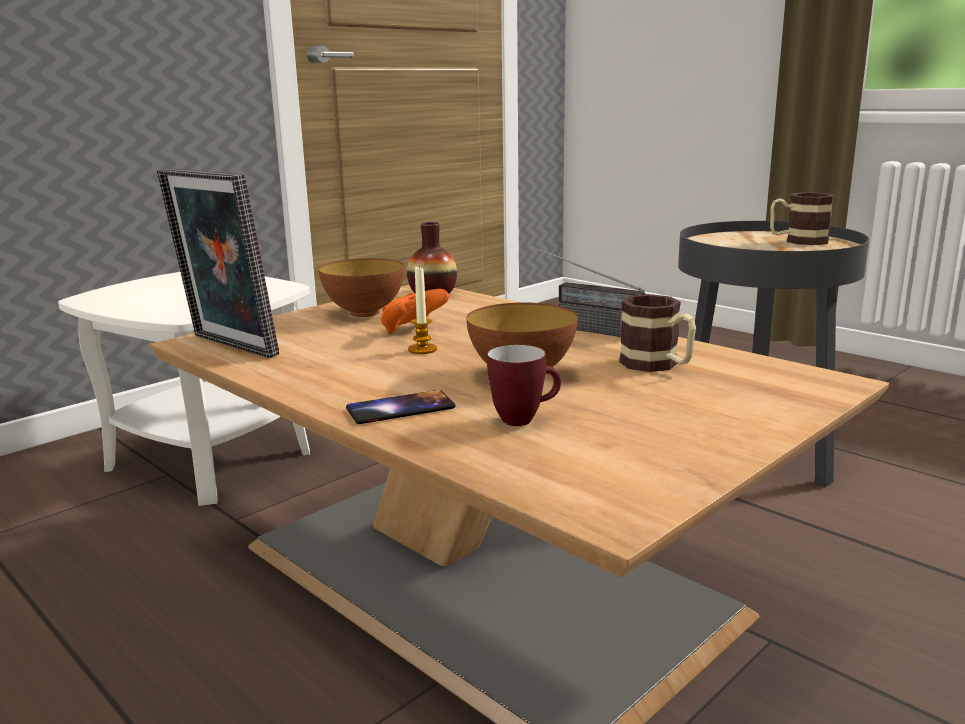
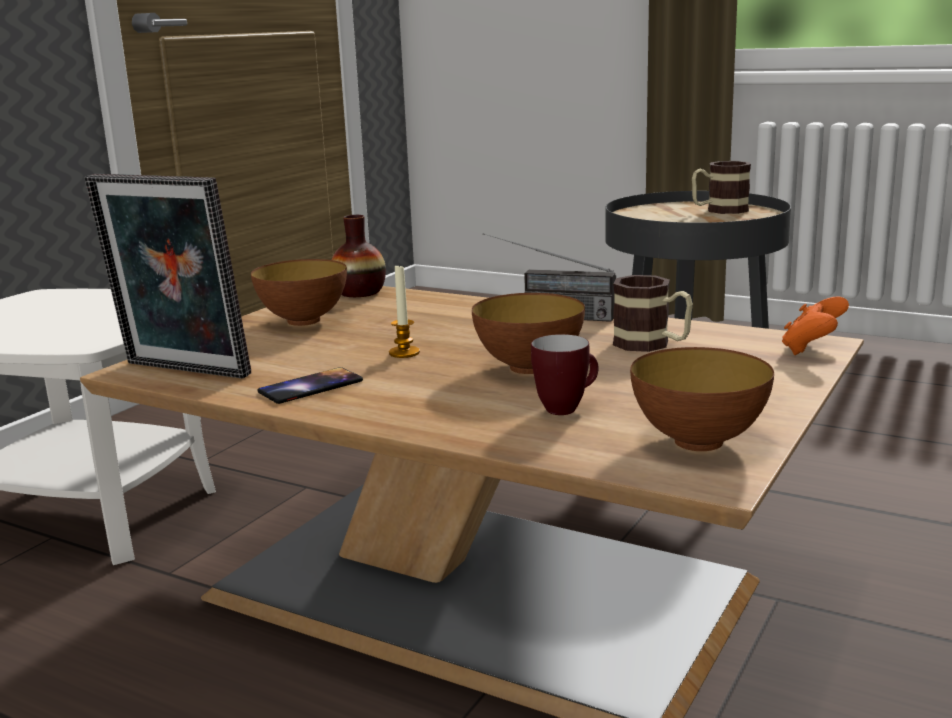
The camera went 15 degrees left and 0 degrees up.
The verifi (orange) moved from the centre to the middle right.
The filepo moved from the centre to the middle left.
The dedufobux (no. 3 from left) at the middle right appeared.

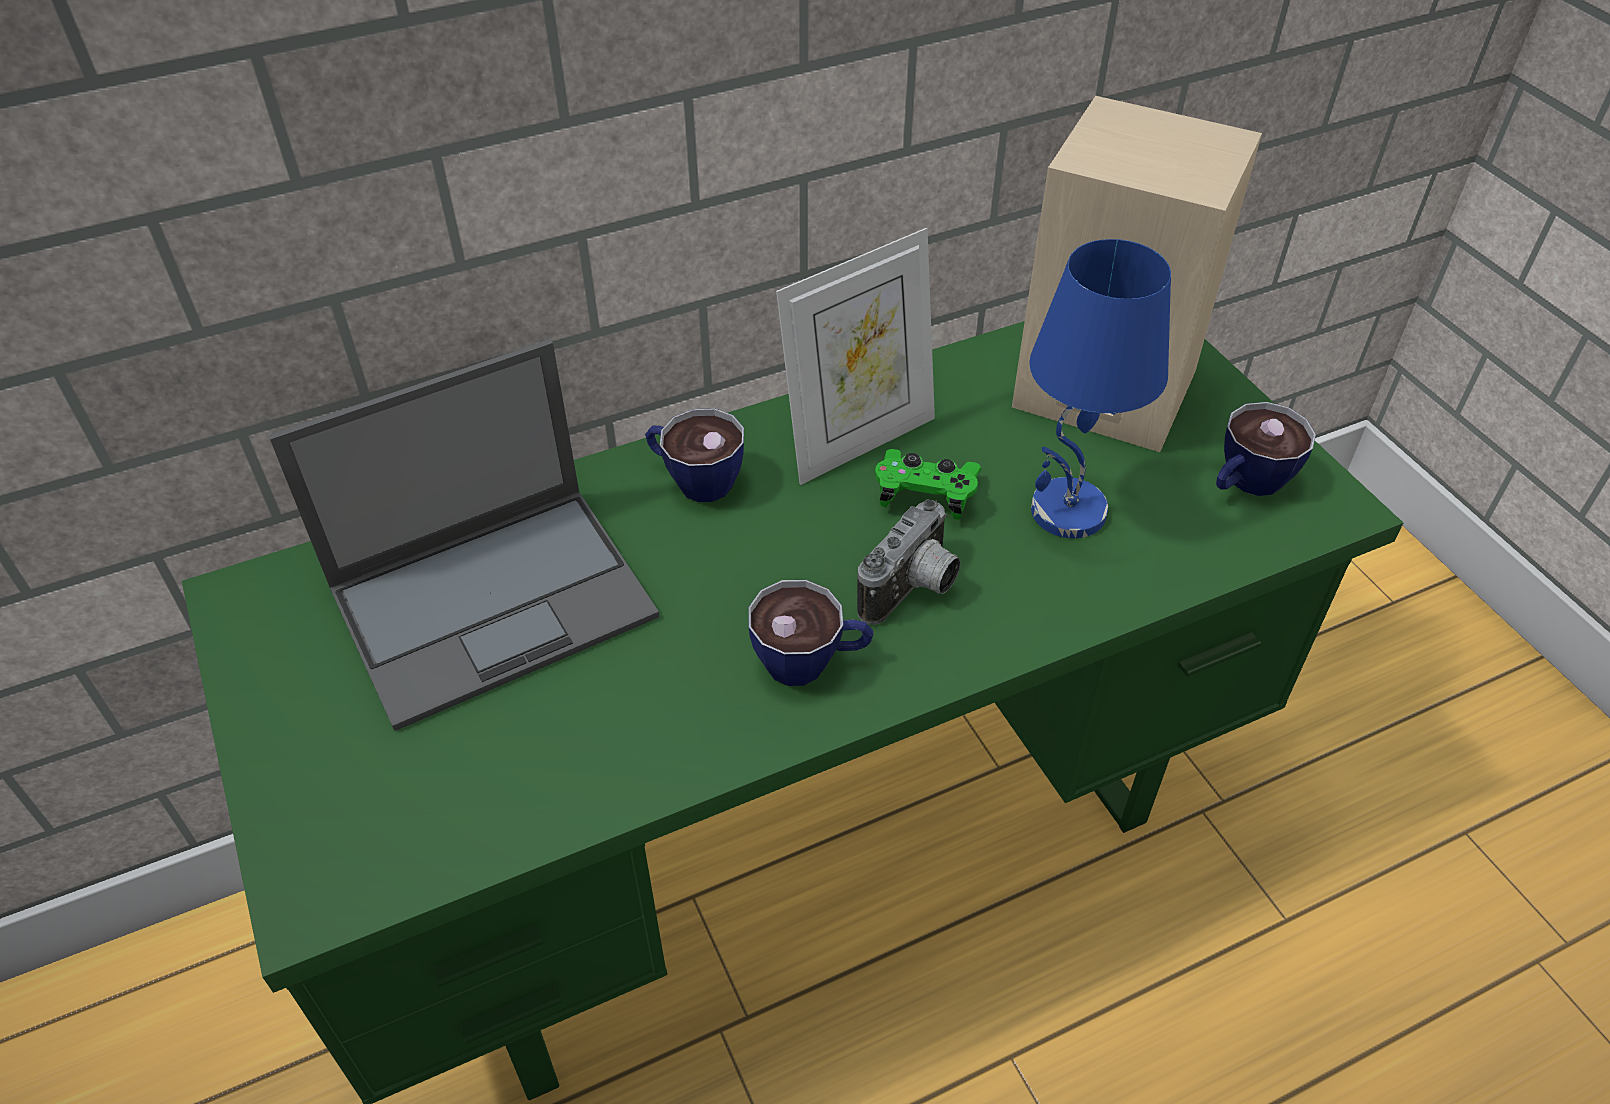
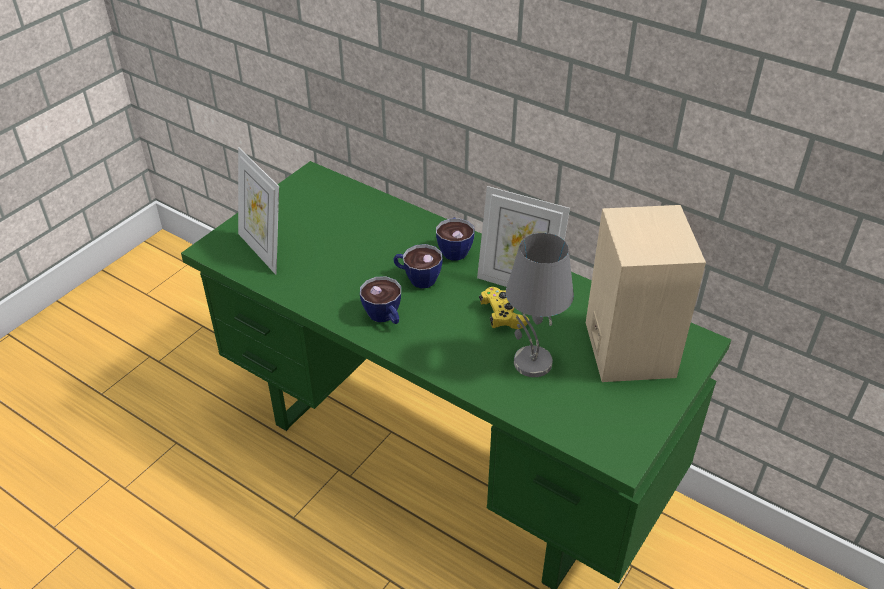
The camera went 60 degrees right and 5 degrees down.
The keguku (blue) at the middle right became the keguku (grey) at the centre.
The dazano at the middle left disappeared.
The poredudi (no. 3 from left in the first image) moved from the middle right to the centre.
The verifi (green) at the centre became the verifi (yellow) at the centre.
The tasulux at the centre disappeared.
The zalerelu (no. 1 from left) at the middle left appeared.

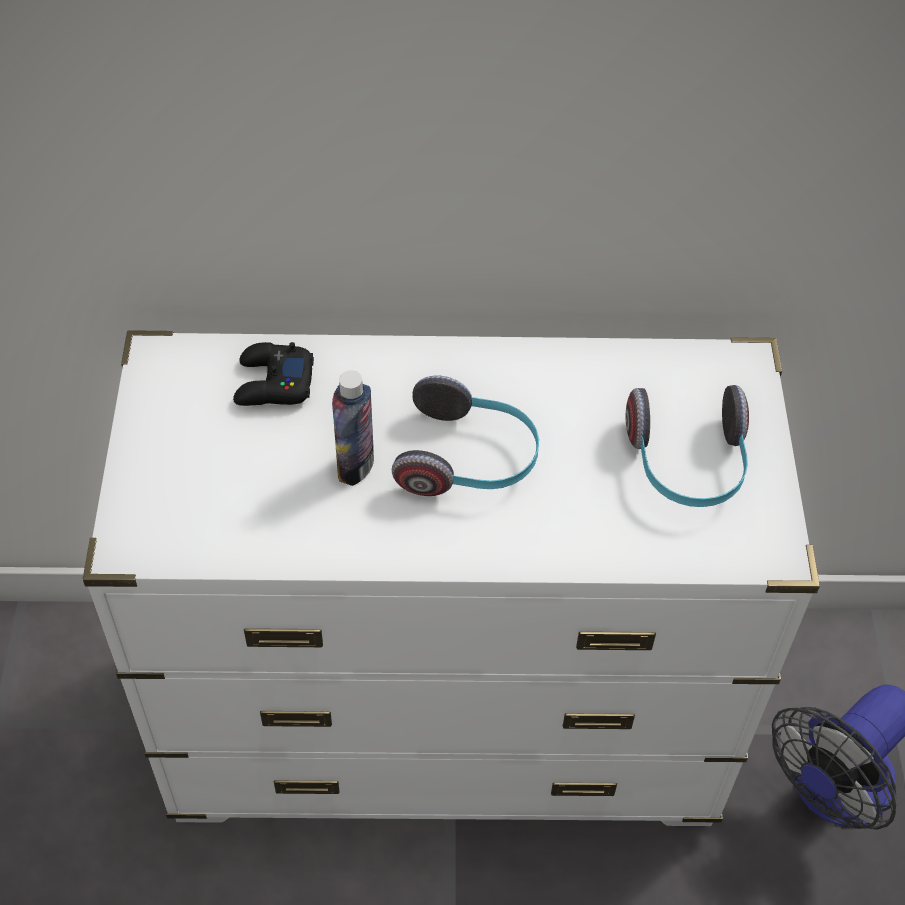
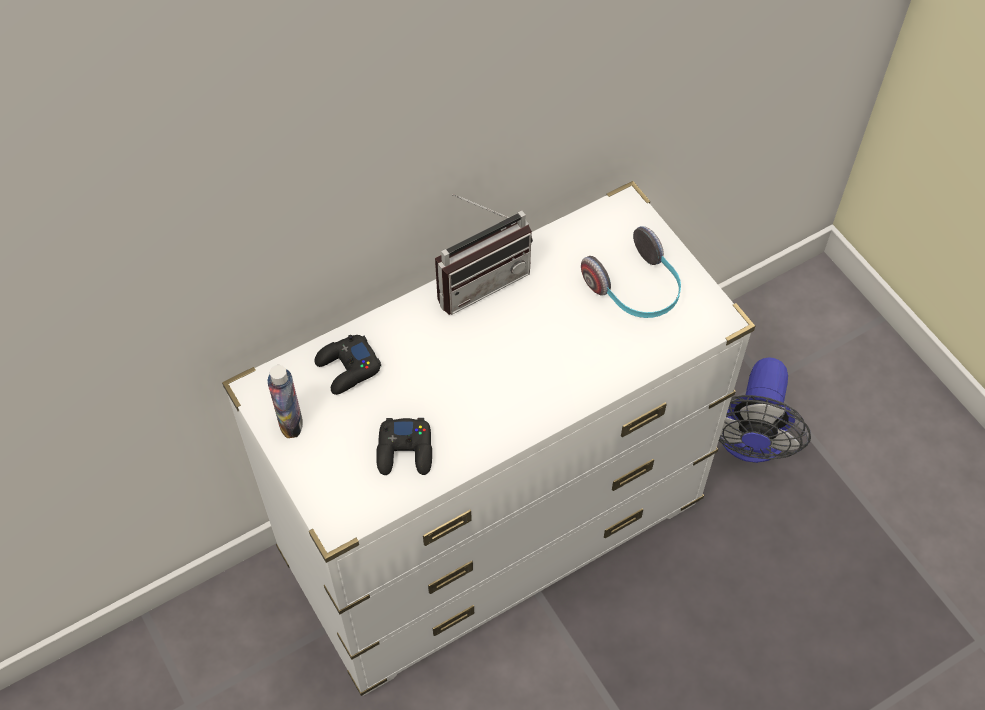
The camera went 30 degrees left and 5 degrees up.
The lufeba moved from the centre to the middle left.
The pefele (no. 1 from left) at the centre disappeared.
The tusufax at the centre appeared.
The verifi (black) (no. 2 from left) at the centre appeared.

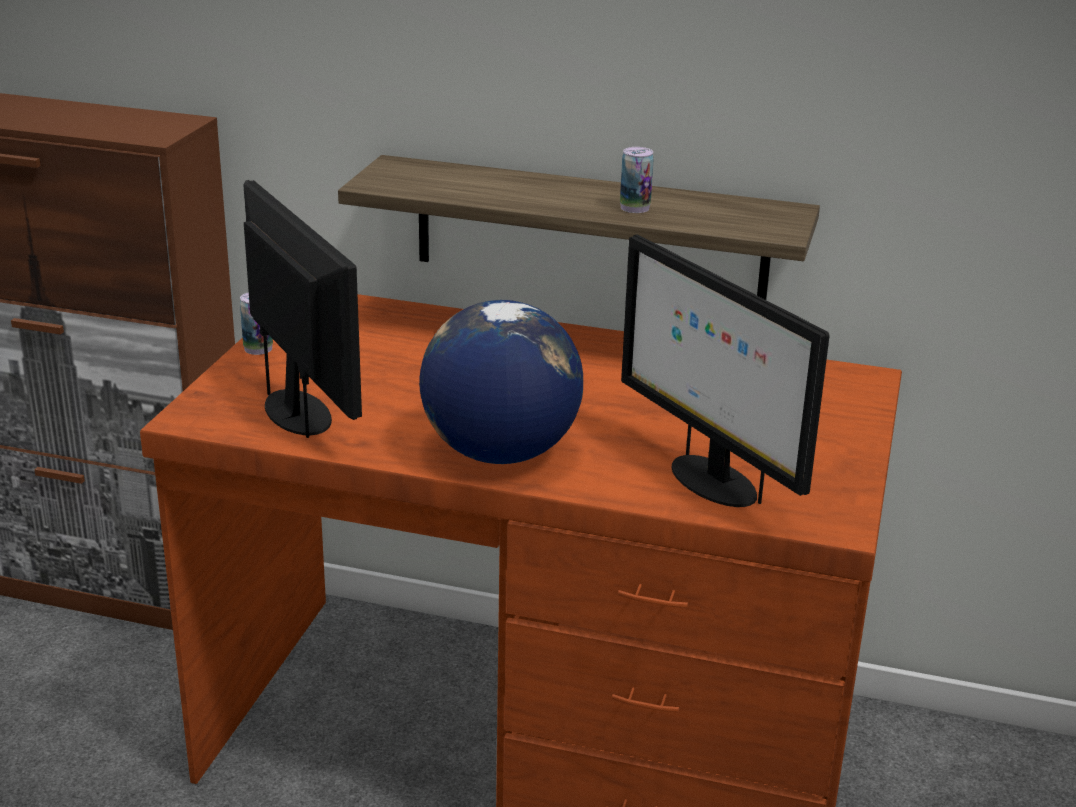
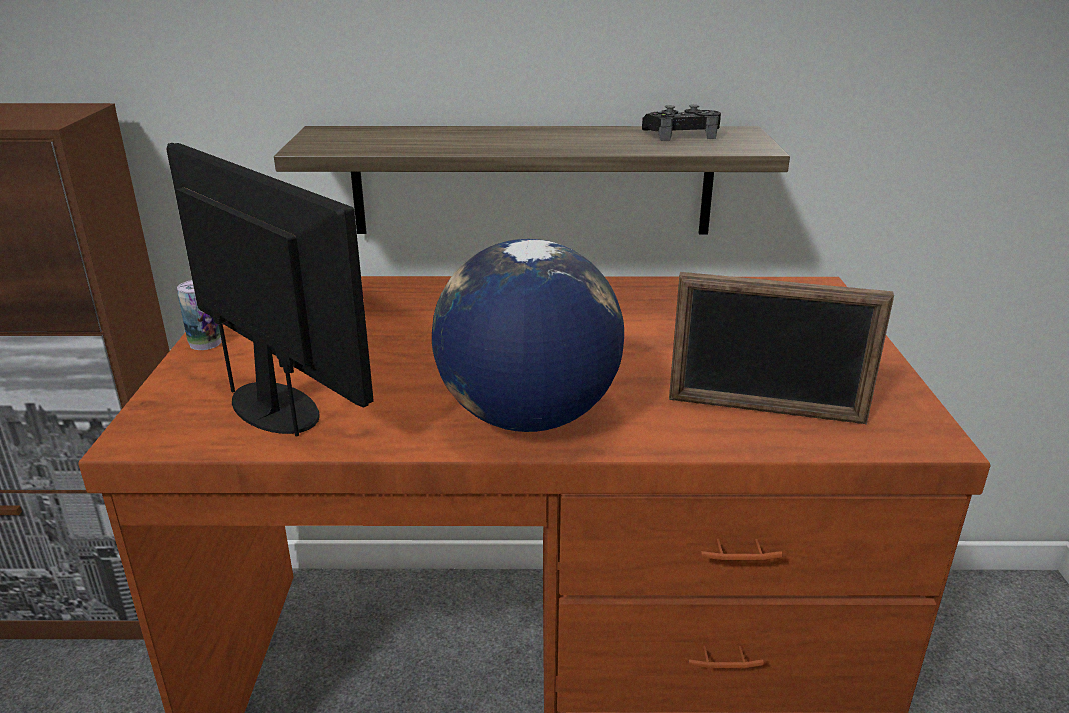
The camera went 15 degrees left and 0 degrees up.
The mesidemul (no. 2 from left) at the top centre disappeared.
The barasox (no. 2 from left) at the middle right was replaced by the zalerelu at the middle right.
The verifi (black) at the top centre appeared.

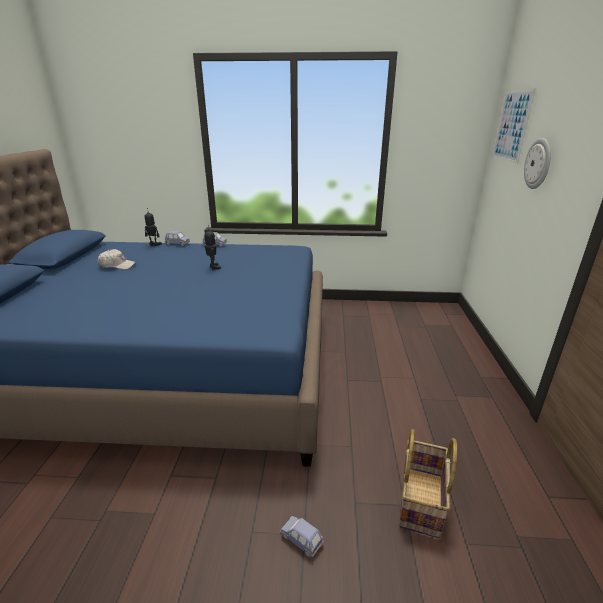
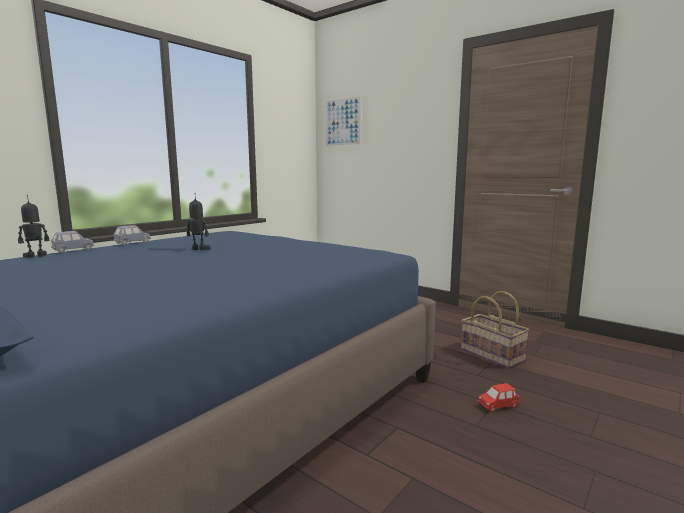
The camera went 55 degrees left and 15 degrees down.
The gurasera at the top right disappeared.
The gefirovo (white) at the middle left disappeared.
The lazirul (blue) (no. 3 from left) at the bottom centre became the lazirul (red) at the bottom right.

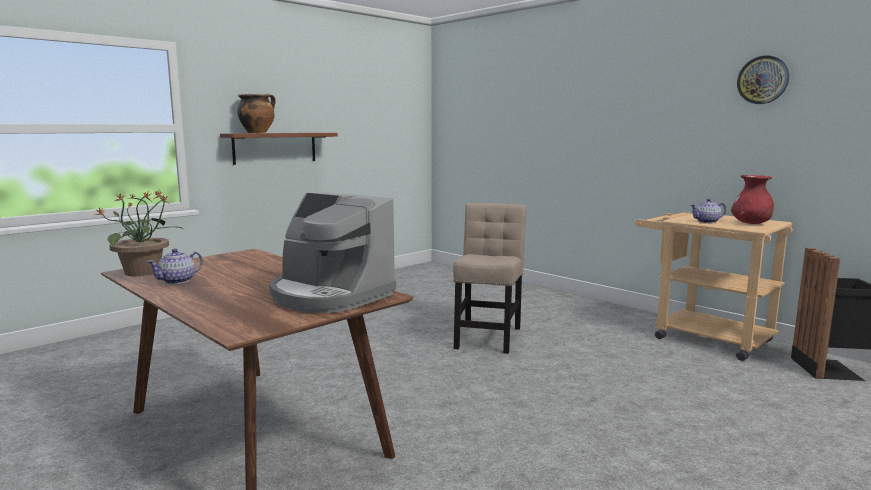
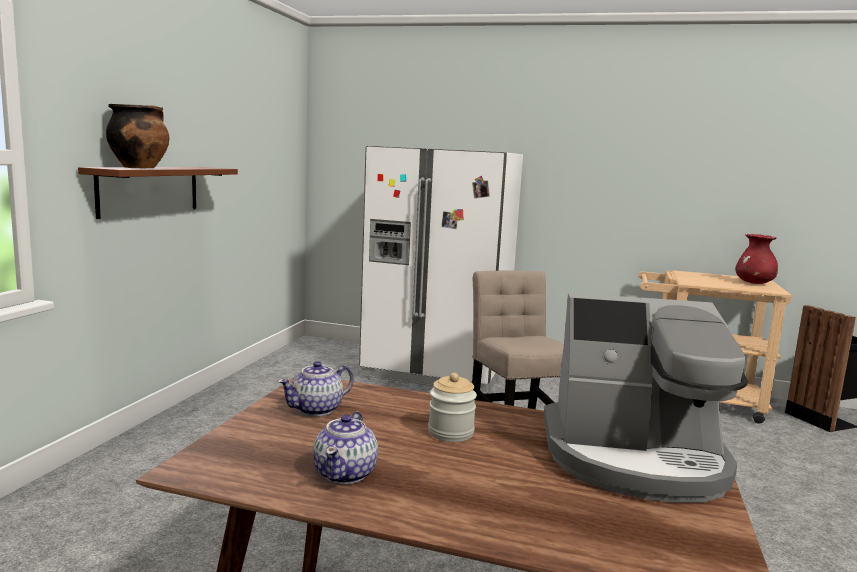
The camera went 30 degrees left and 0 degrees up.
The gurasera at the top right disappeared.
The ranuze at the middle left disappeared.
The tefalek (no. 2 from left in the first image) moved from the middle right to the bottom centre.
The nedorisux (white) at the centre appeared.
The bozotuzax at the bottom centre appeared.

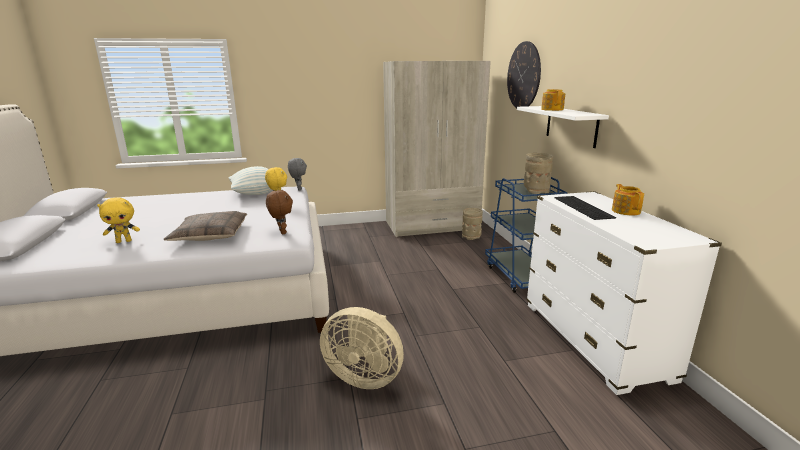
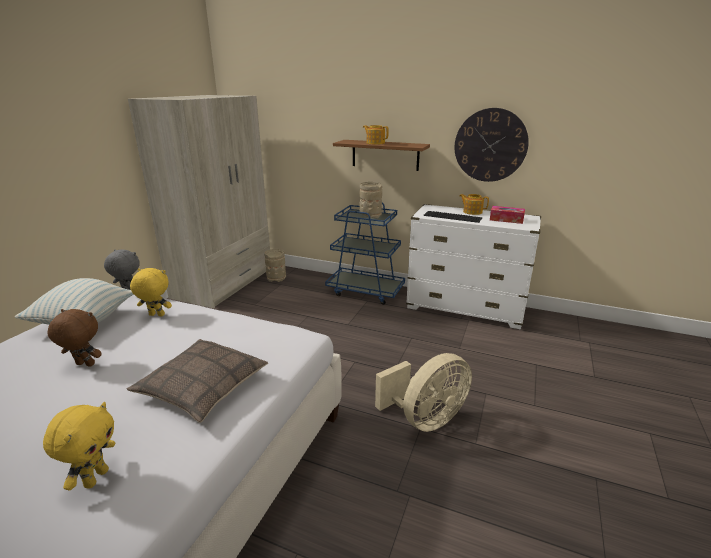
The camera went 55 degrees left and 5 degrees up.
The gurasera moved from the top centre to the top right.
The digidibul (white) at the top right became the digidibul (brown) at the top centre.
The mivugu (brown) moved from the centre to the middle left.
The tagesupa at the middle right appeared.

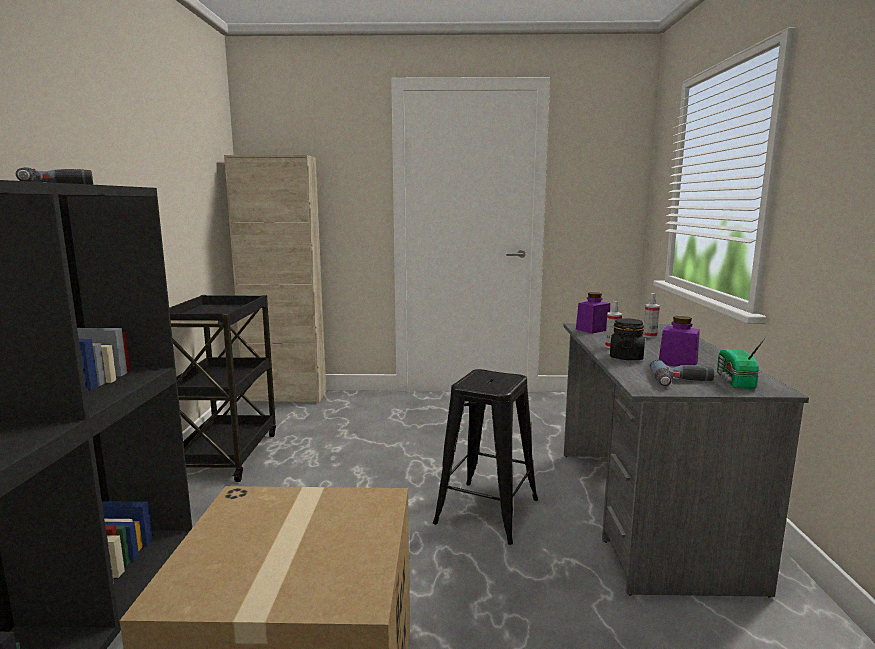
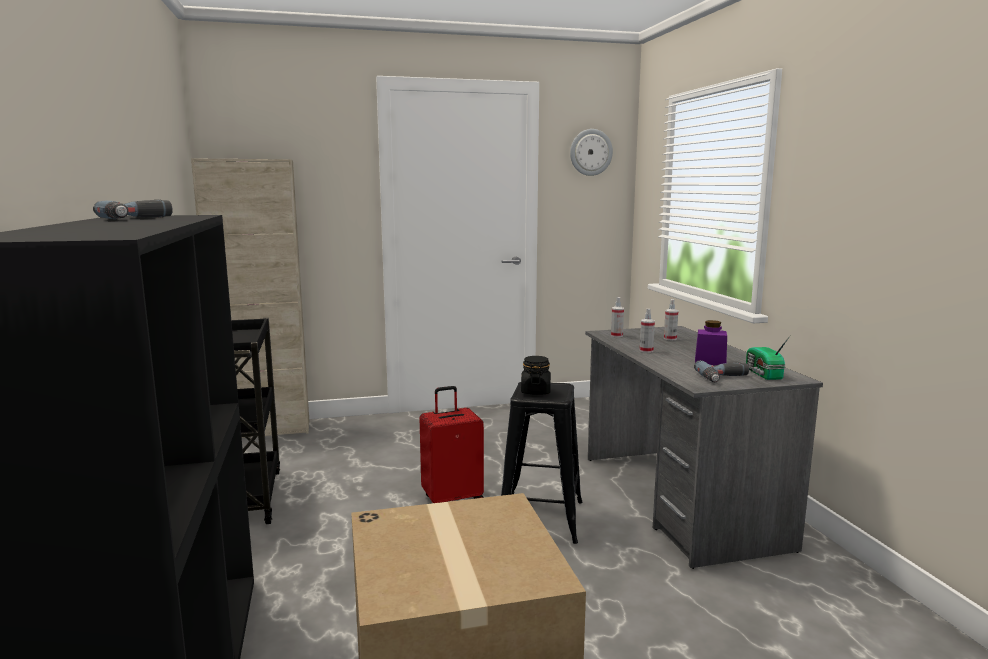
The camera went 15 degrees left and 0 degrees up.
The bozotuzax (purple) (no. 1 from left) at the middle right was replaced by the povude (no. 1 from left) at the centre.
The bozotuzax (black) moved from the middle right to the centre.
The gurasera at the top centre appeared.
The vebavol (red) at the bottom centre appeared.

